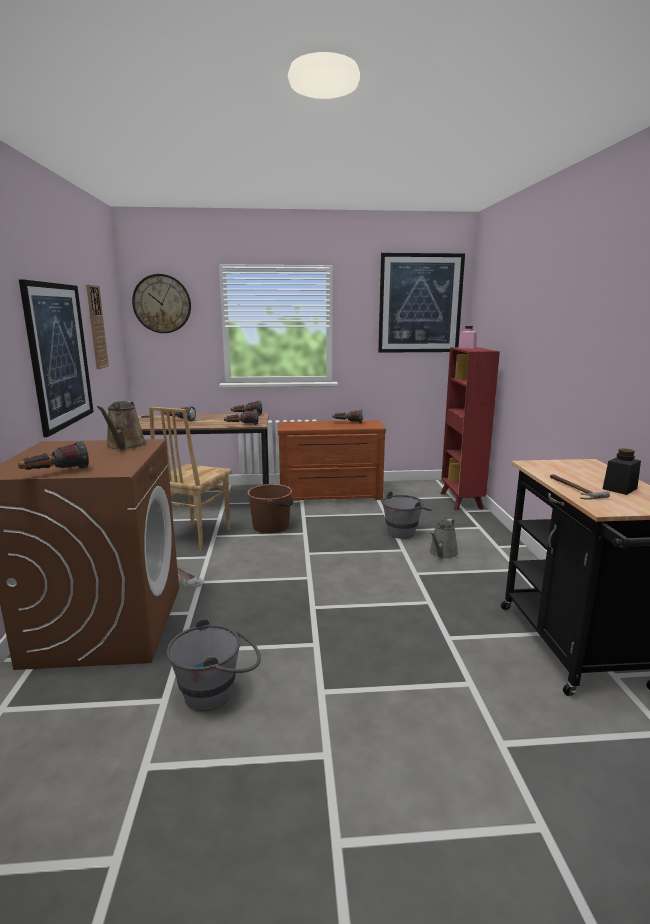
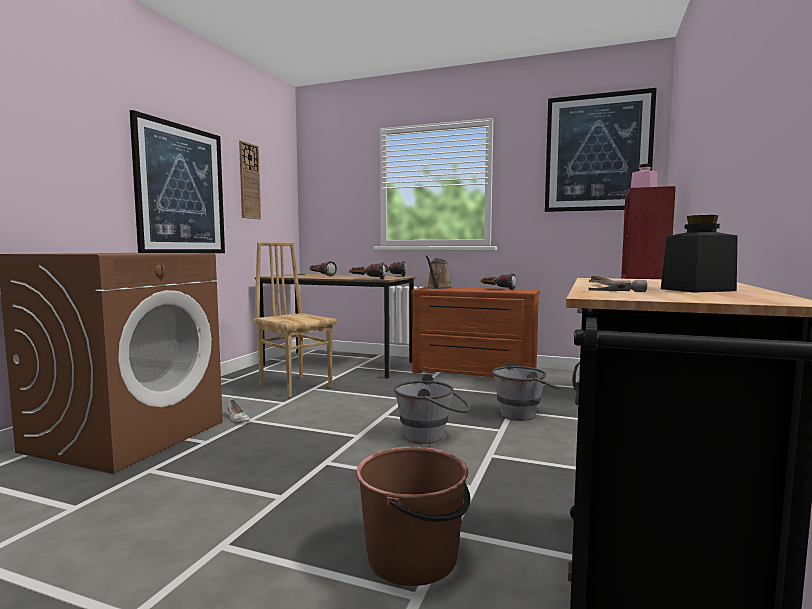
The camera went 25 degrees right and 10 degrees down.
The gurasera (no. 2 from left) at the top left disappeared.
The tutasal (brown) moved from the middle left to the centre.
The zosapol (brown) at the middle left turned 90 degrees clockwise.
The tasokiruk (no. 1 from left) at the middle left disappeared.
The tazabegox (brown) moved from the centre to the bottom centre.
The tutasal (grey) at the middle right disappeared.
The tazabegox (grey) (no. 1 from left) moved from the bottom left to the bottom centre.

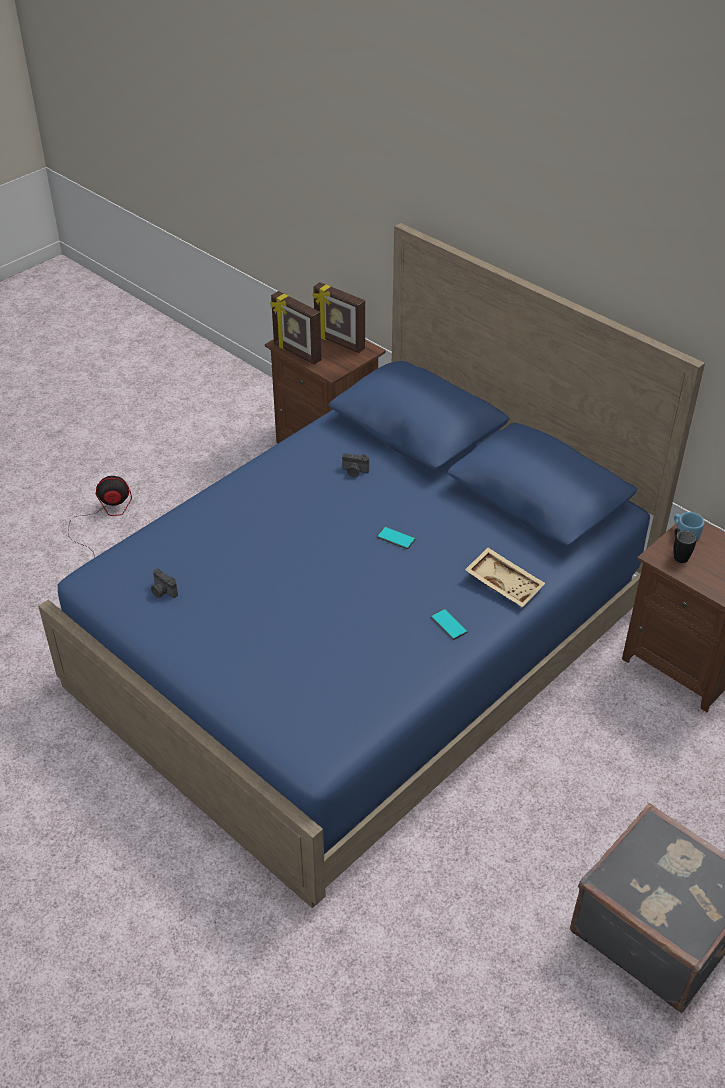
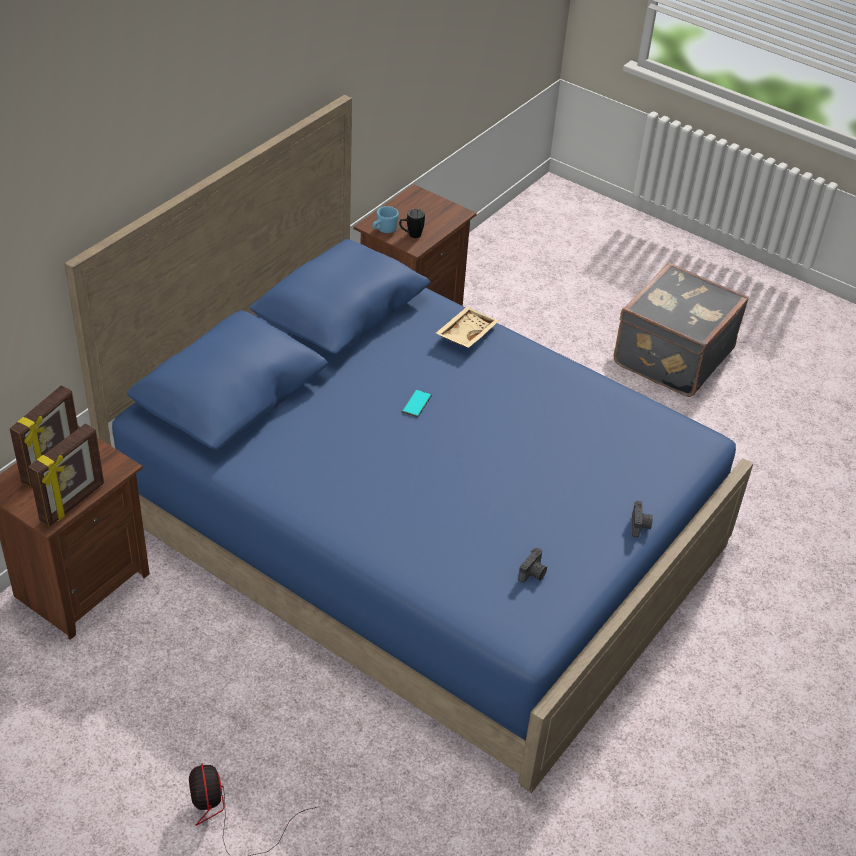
The camera went 100 degrees left and 0 degrees up.
The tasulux (no. 2 from left) moved from the centre to the middle right.
The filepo (no. 2 from left) at the centre disappeared.

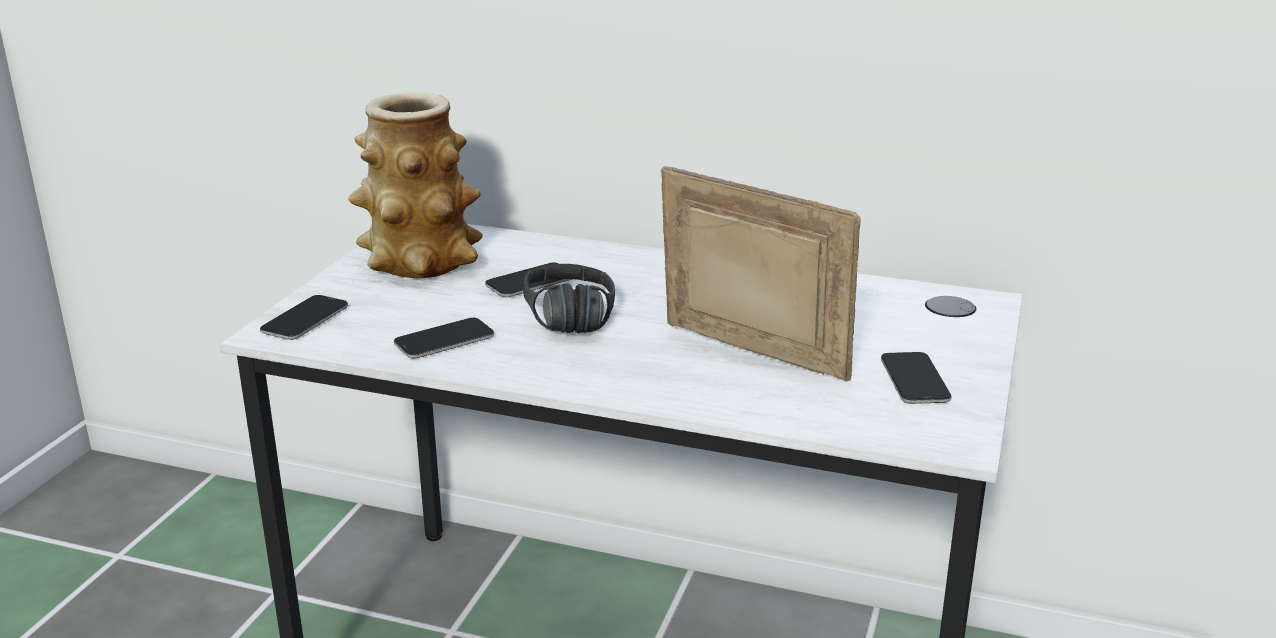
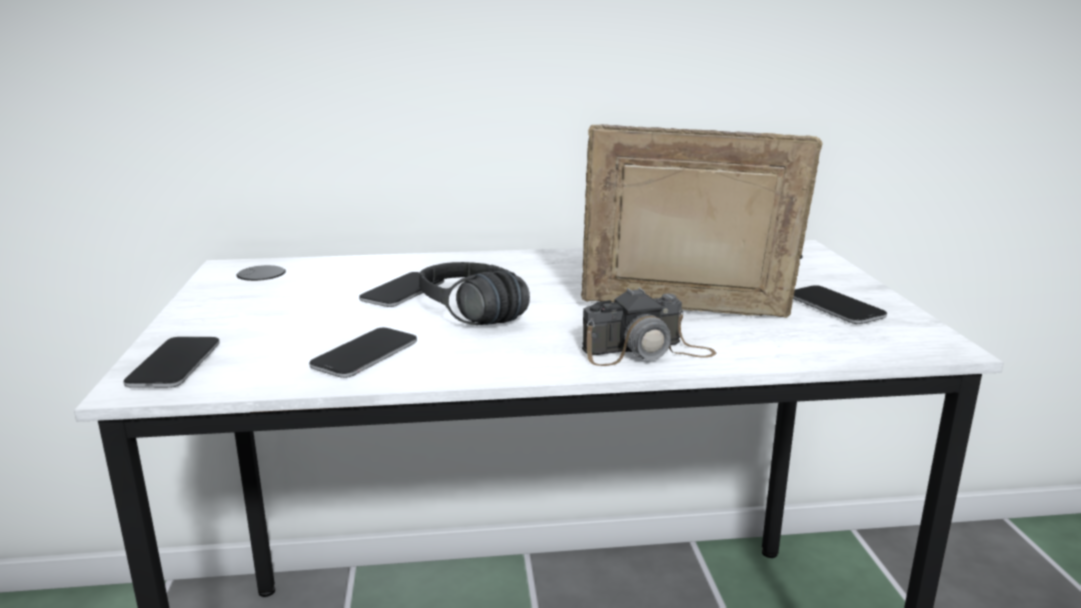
The camera went 25 degrees left and 5 degrees down.
The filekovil at the top left disappeared.
The tasulux at the centre appeared.

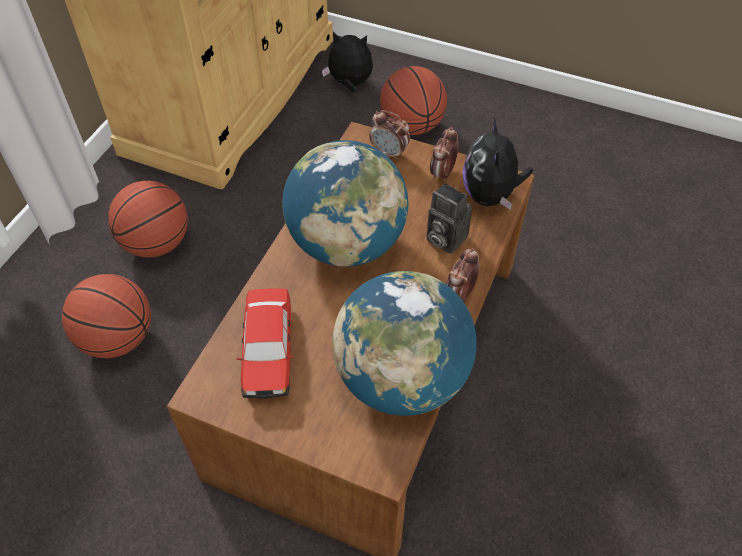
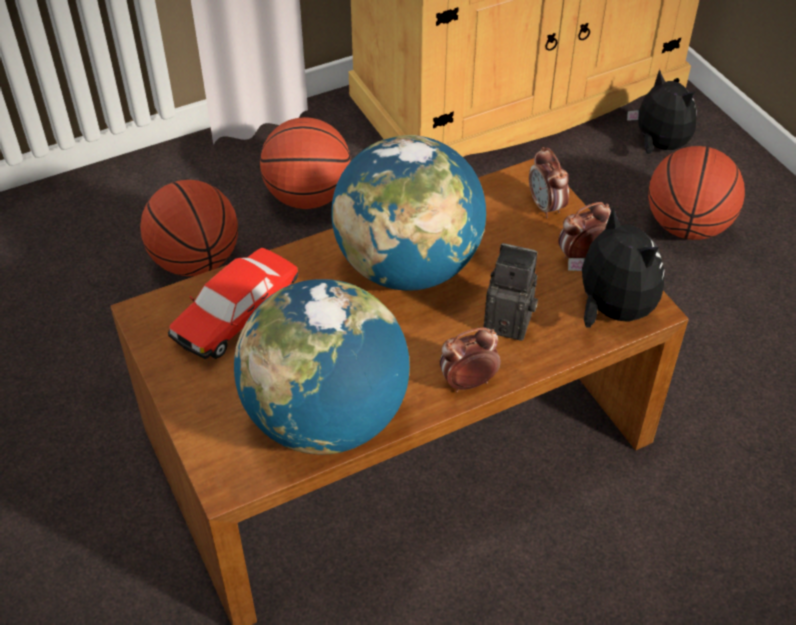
The camera went 40 degrees right and 5 degrees down.
The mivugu (no. 2 from left in the first image) at the top right turned 105 degrees clockwise.
The tasulux at the centre turned 120 degrees clockwise.

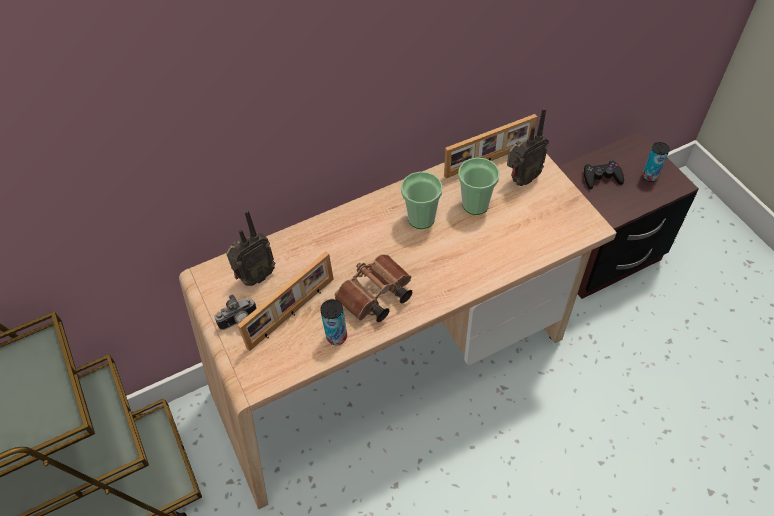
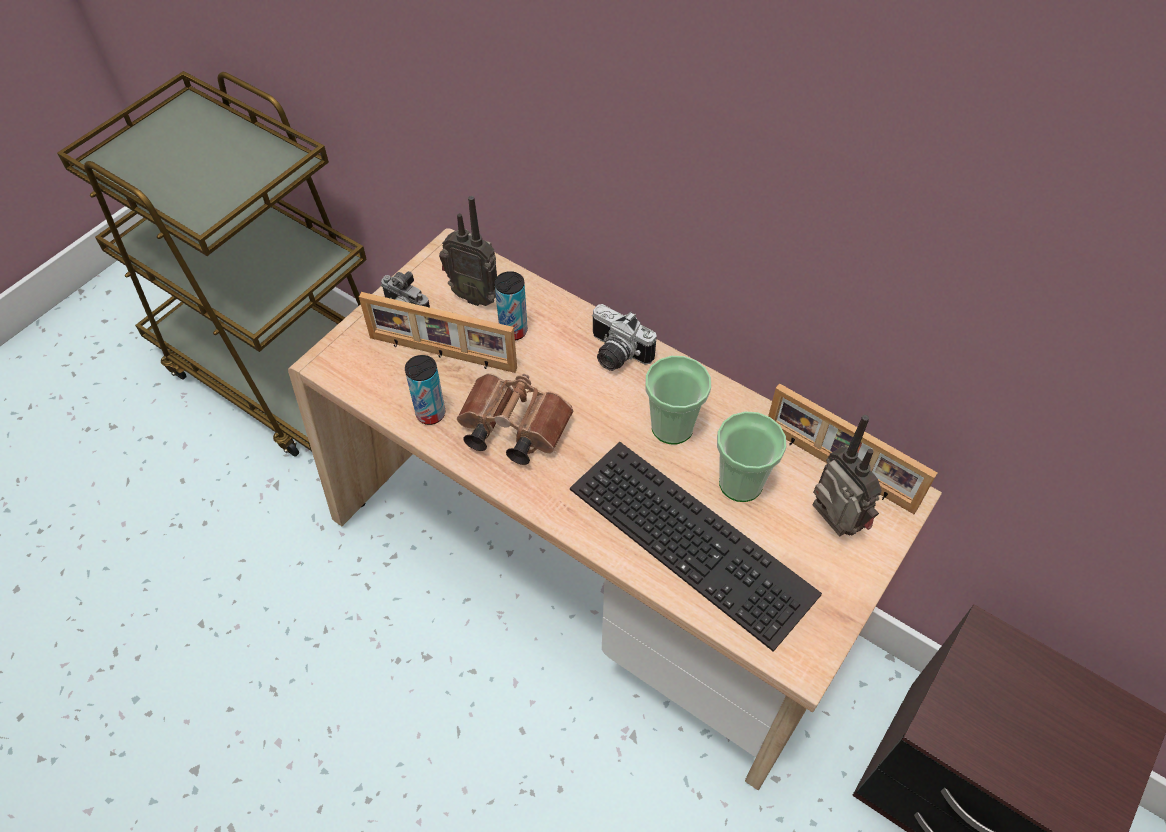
The camera went 60 degrees right and 0 degrees up.
The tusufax (no. 2 from left) at the top right turned 150 degrees counterclockwise.
The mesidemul (no. 2 from left) moved from the top right to the centre.
The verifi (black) at the middle right disappeared.
The tasulux (no. 2 from left) at the centre appeared.
The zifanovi at the centre appeared.

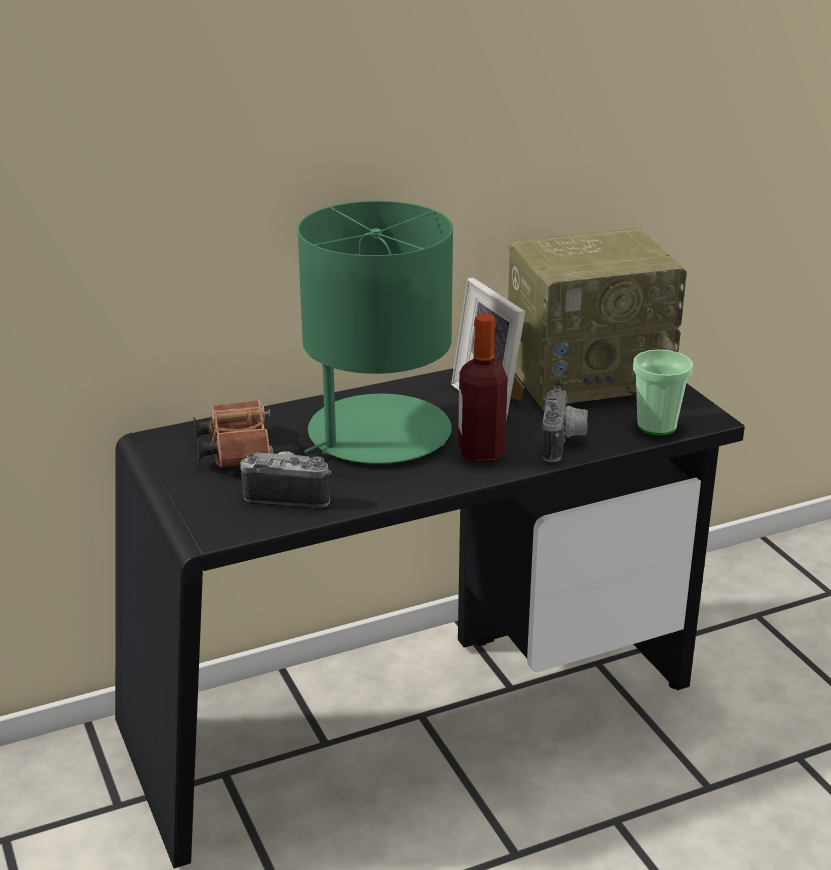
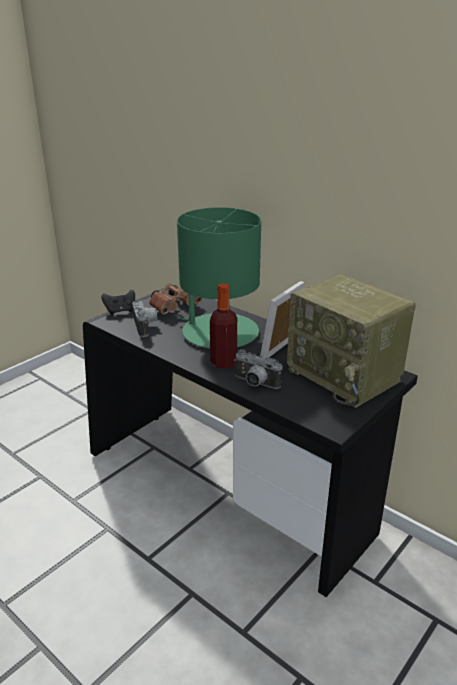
The camera went 65 degrees right and 0 degrees up.
The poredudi at the middle right disappeared.
The tasulux (no. 2 from left) at the middle right turned 45 degrees clockwise.
The verifi (black) at the middle left appeared.

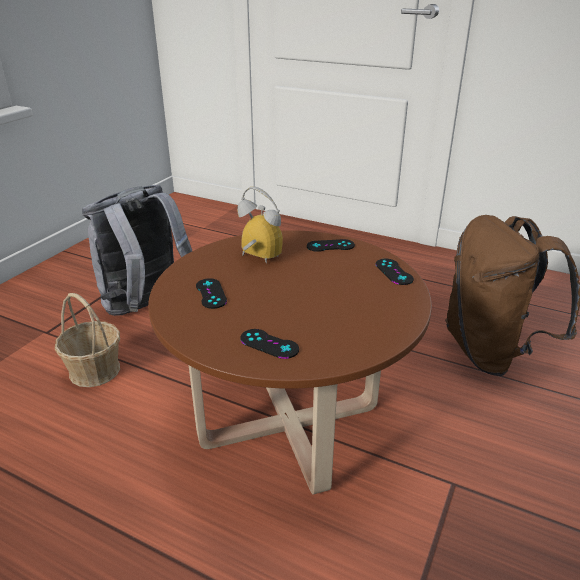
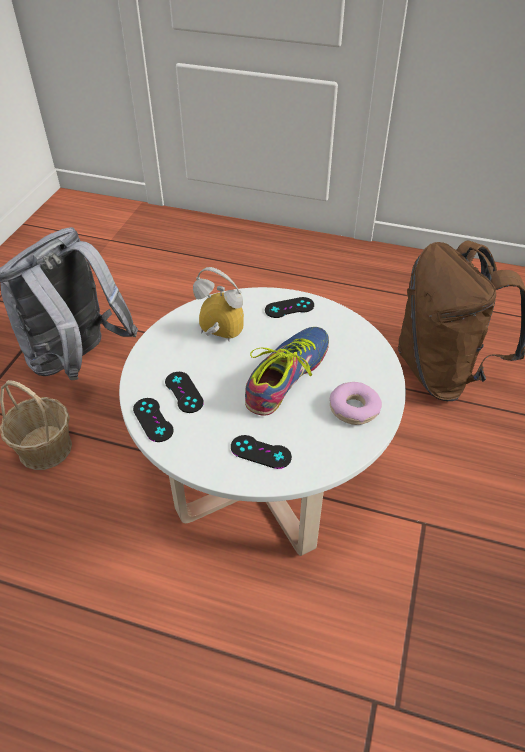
The camera went 10 degrees left and 15 degrees up.
The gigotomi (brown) at the centre became the gigotomi (white) at the centre.
The verifi (black) (no. 4 from left in the first image) moved from the middle right to the middle left.
The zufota at the centre appeared.
The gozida at the middle right appeared.

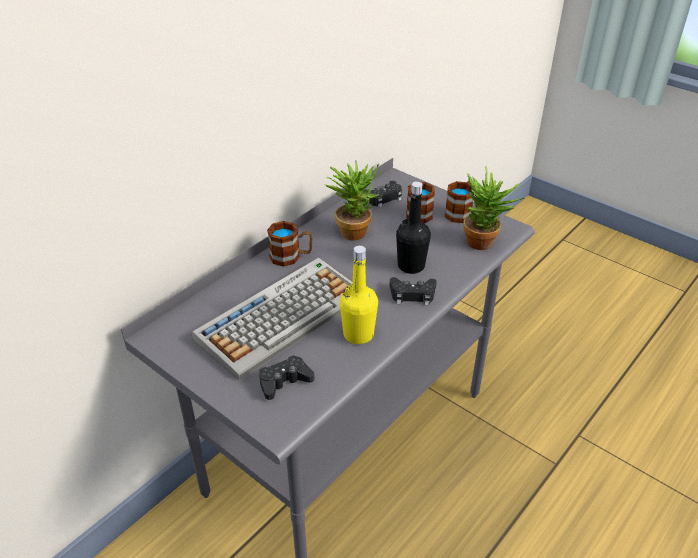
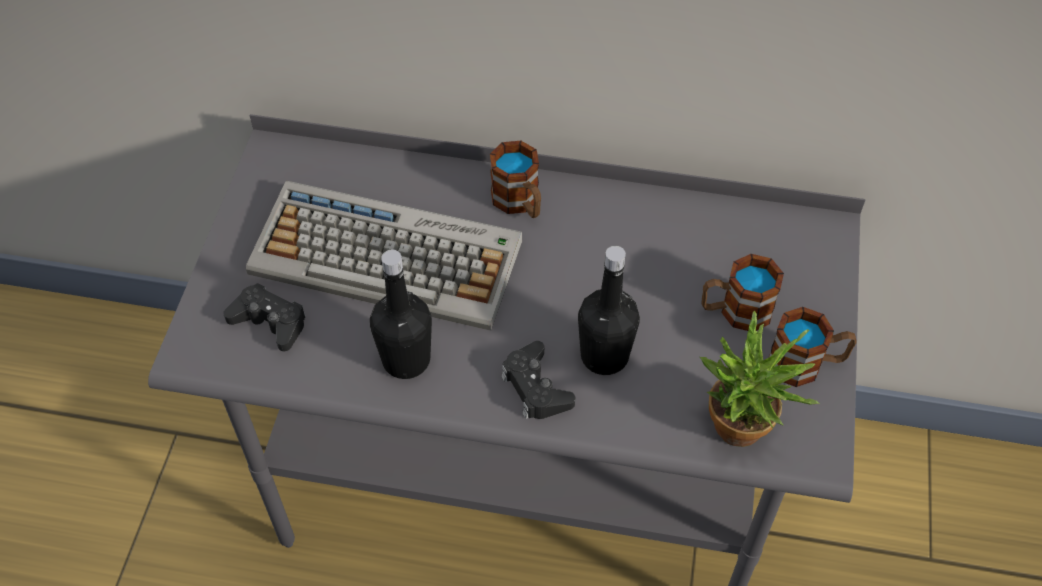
The camera went 60 degrees right and 15 degrees up.
The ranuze (no. 1 from left) at the centre disappeared.
The verifi (black) (no. 2 from left) at the centre disappeared.
The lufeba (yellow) at the centre became the lufeba (black) (no. 1 from left) at the centre.

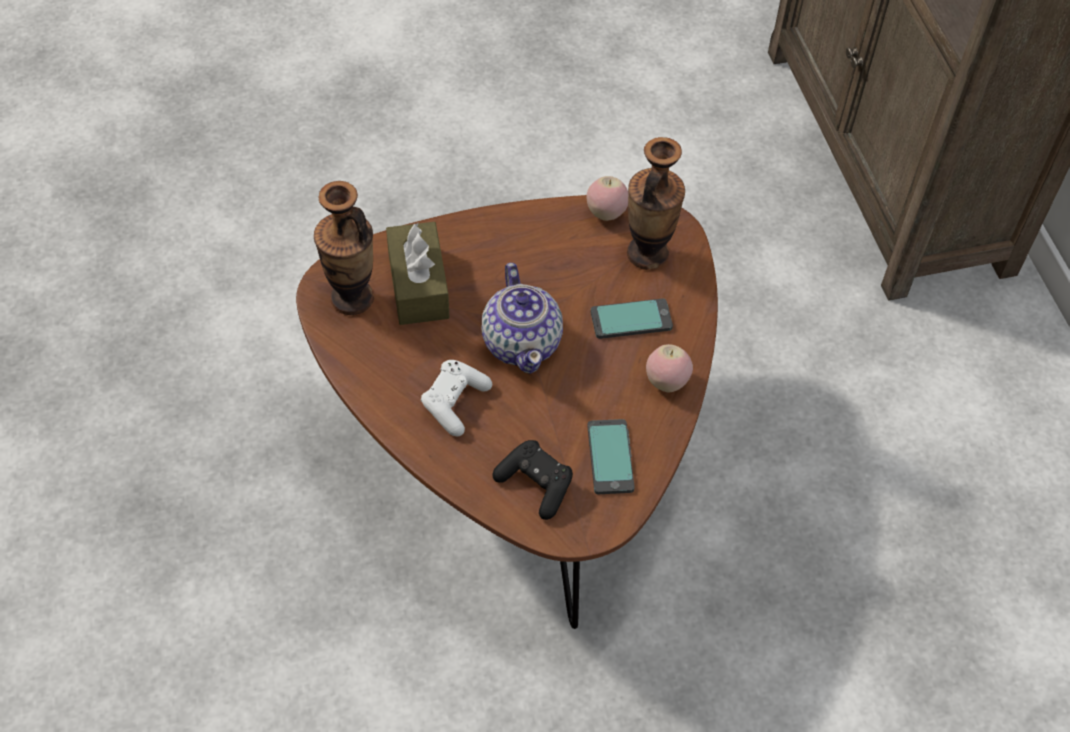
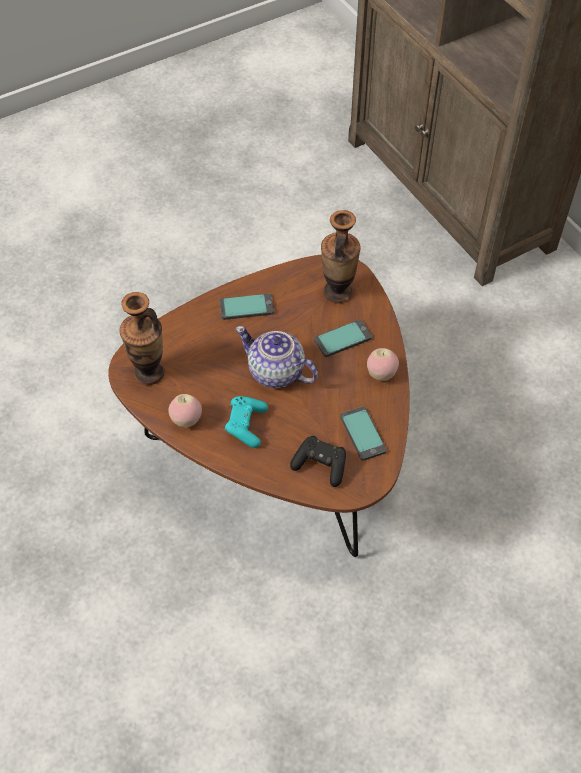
The camera went 15 degrees left and 0 degrees up.
The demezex (no. 1 from left) moved from the top centre to the middle left.
The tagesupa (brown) at the centre disappeared.
The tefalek at the centre turned 150 degrees clockwise.
The verifi (white) at the centre became the verifi (turquoise) at the centre.
The filepo (no. 1 from left) at the centre appeared.

